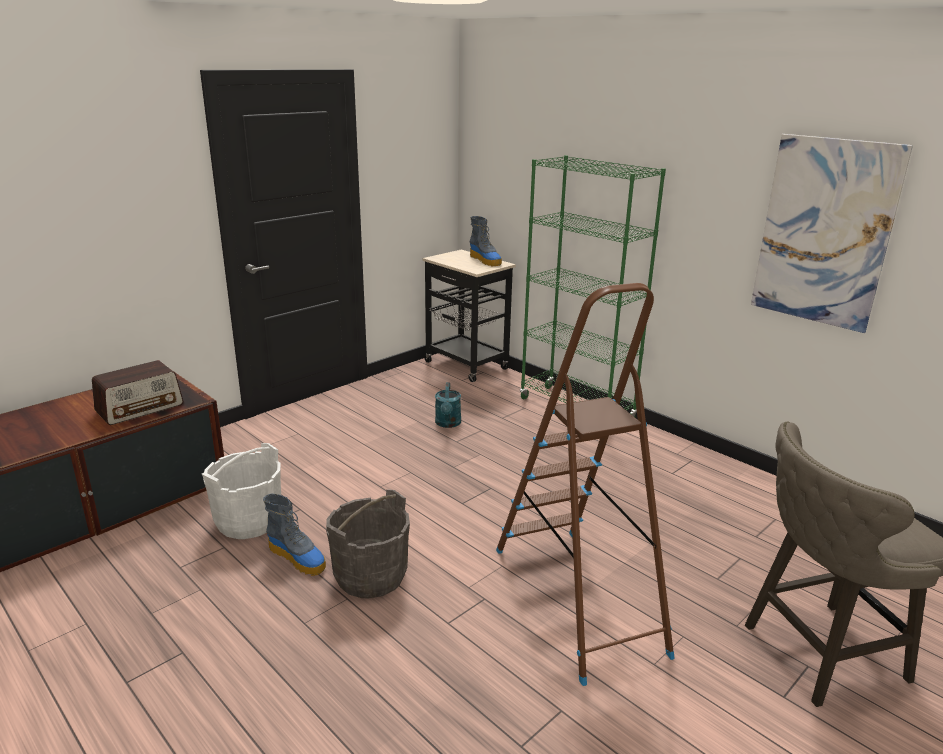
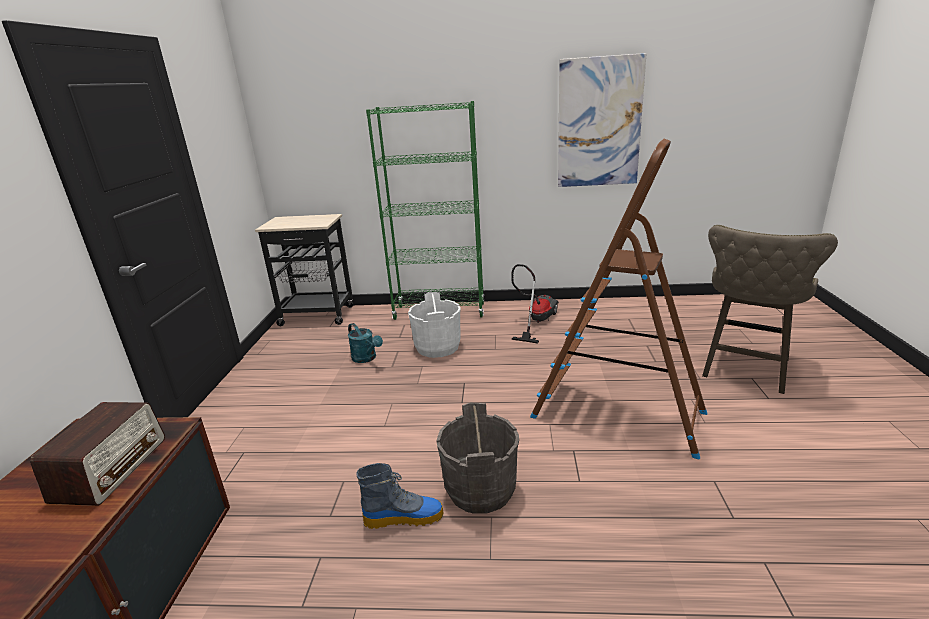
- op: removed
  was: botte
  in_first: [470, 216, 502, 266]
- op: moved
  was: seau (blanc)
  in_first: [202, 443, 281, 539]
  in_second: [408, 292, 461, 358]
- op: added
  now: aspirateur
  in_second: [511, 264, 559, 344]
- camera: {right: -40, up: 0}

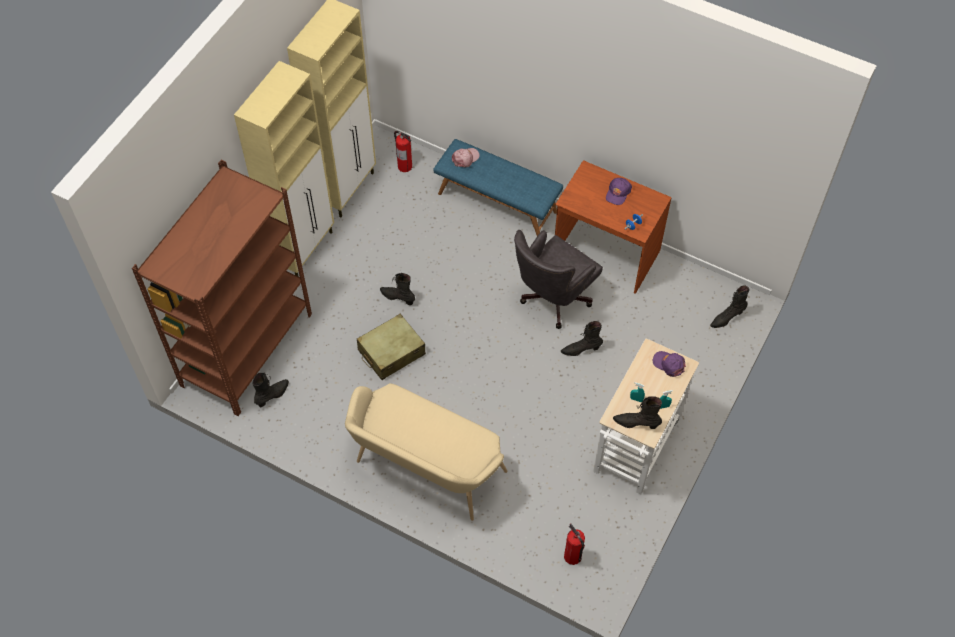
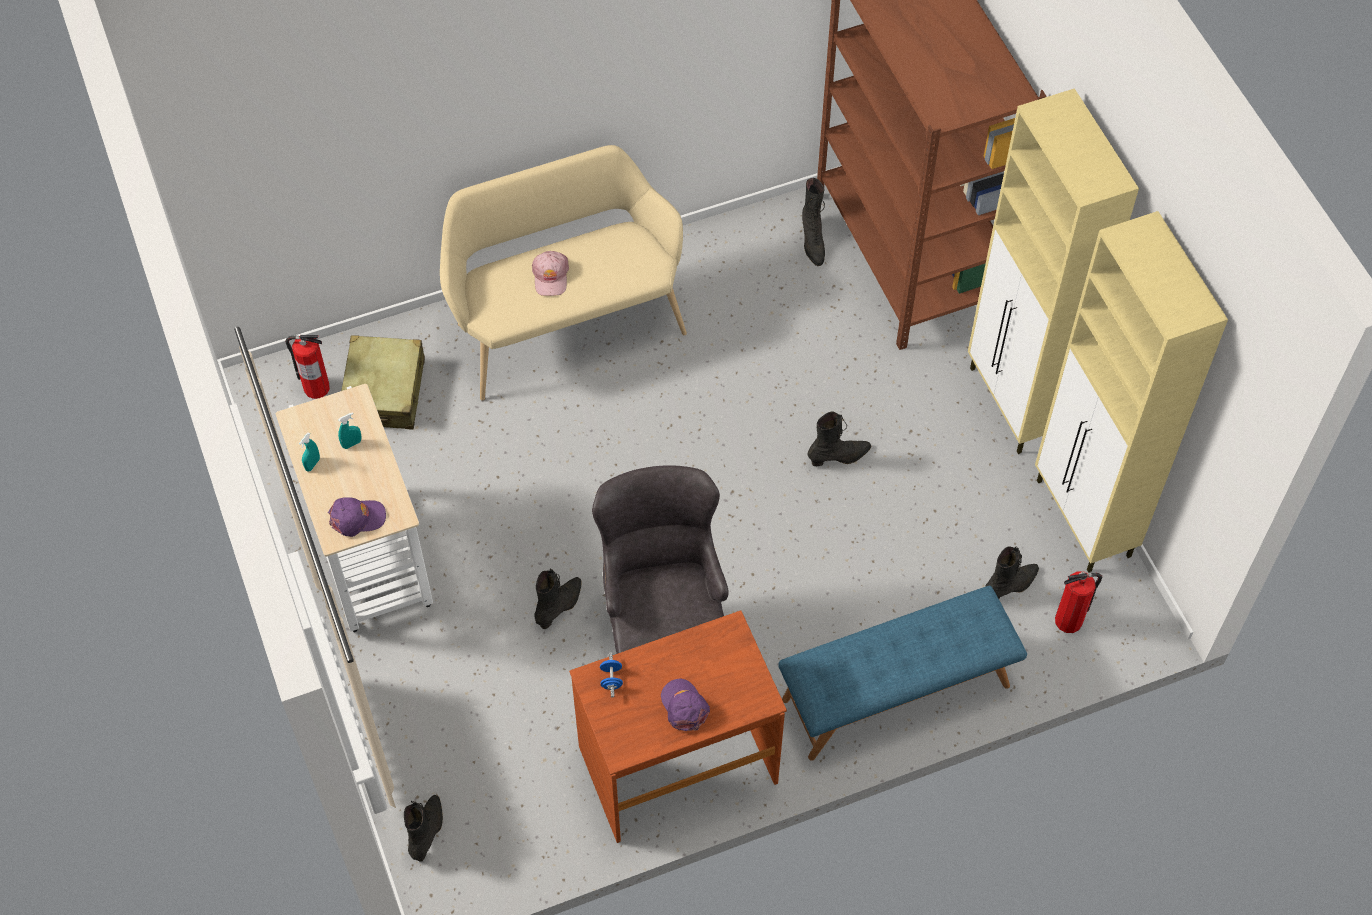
- op: moved
  was: casquette (rose)
  in_first: [452, 148, 480, 167]
  in_second: [532, 251, 569, 296]
- op: moved
  was: valise (beige)
  in_first: [357, 314, 426, 380]
  in_second: [341, 335, 425, 430]
- op: moved
  was: botte (noir)
  in_first: [613, 397, 662, 429]
  in_second: [985, 546, 1039, 599]
- camera: {right: 130, up: 0}

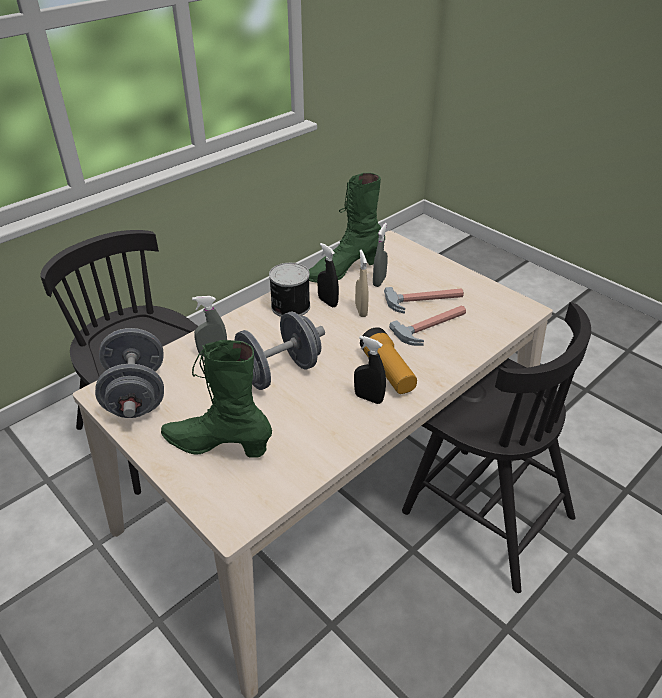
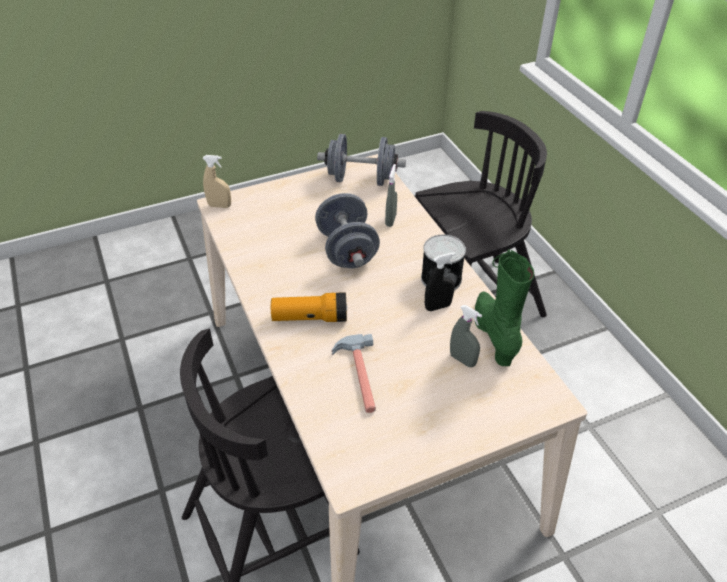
- op: moved
  was: vaporisateur (beige)
  in_first: [355, 250, 369, 317]
  in_second: [203, 155, 231, 208]
- op: removed
  was: marteau
  in_first: [384, 287, 464, 314]
- op: removed
  was: vaporisateur (noir)
  in_first: [354, 335, 386, 404]
- op: removed
  was: botte (vert)
  in_first: [161, 340, 272, 458]
- camera: {right: 110, up: 5}

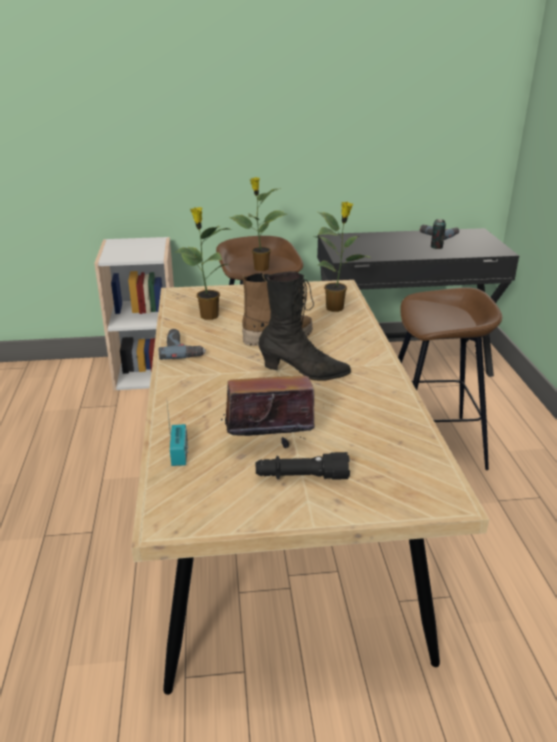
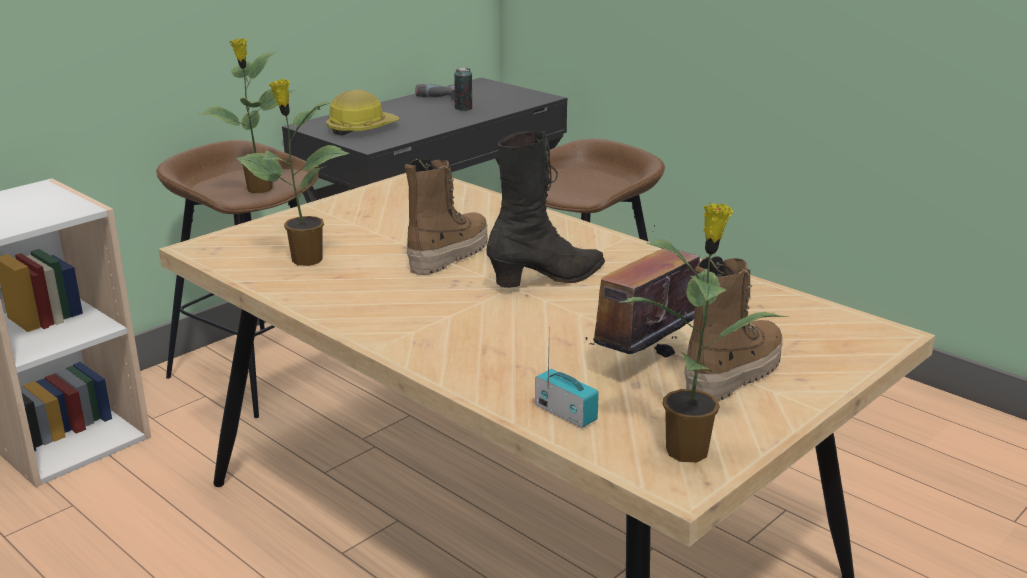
- op: moved
  was: plante en pot
  in_first: [313, 202, 370, 312]
  in_second: [618, 203, 789, 462]
- op: removed
  was: perceuse
  in_first: [159, 329, 206, 360]
- op: replaced
  was: lampe de poche (noir)
  now: botte
  in_first: [256, 452, 350, 480]
  in_second: [684, 256, 783, 401]
- op: added
  now: casque de chantier
  in_second: [327, 90, 400, 135]
- camera: {right: -40, up: -5}

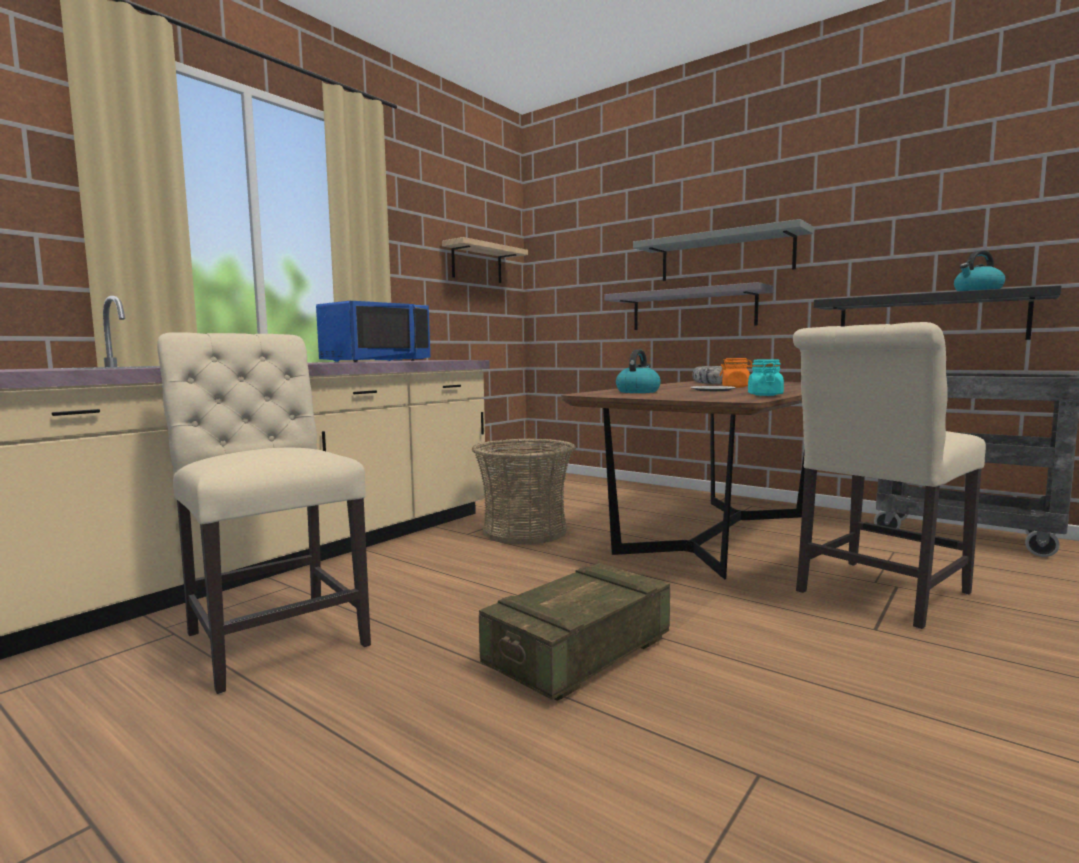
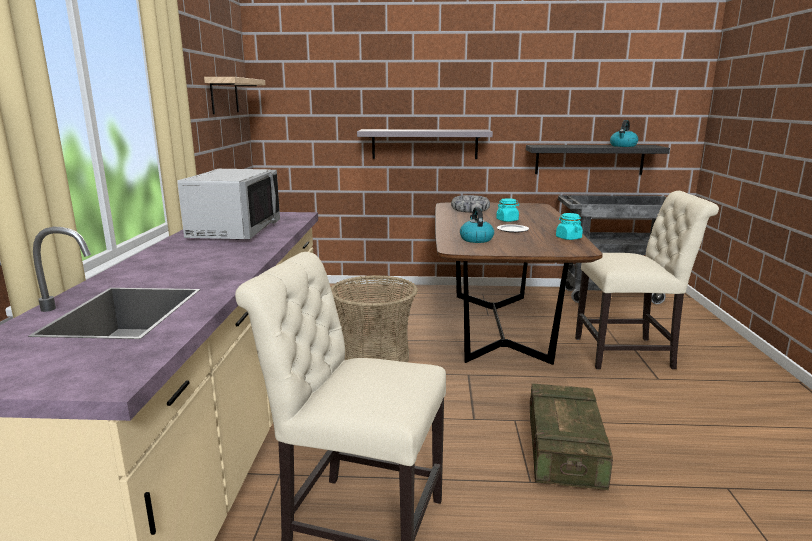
- op: removed
  was: étagère (gris)
  in_first: [633, 219, 813, 281]
- op: recoloured
  was: micro-ondes (bleu)
  now: micro-ondes (gris)
  in_first: [316, 301, 431, 362]
  in_second: [177, 169, 280, 239]
- op: turned
  was: chaise (beige)
  in_first: [793, 322, 986, 629]
  in_second: [575, 191, 719, 370]
  clockwise: -105
- op: recoloured
  was: bocal (orange)
  now: bocal (turquoise)
  in_first: [719, 358, 753, 388]
  in_second: [496, 198, 519, 222]
- camera: {right: -35, up: 10}

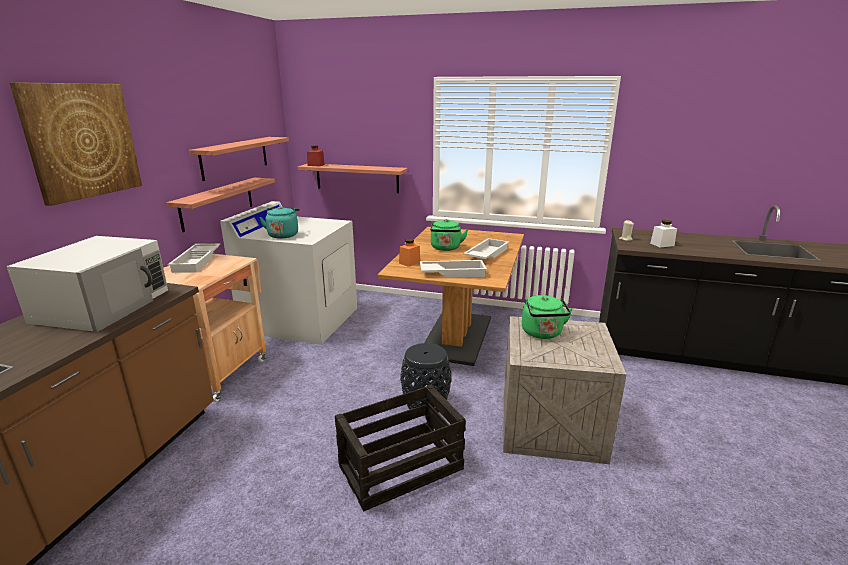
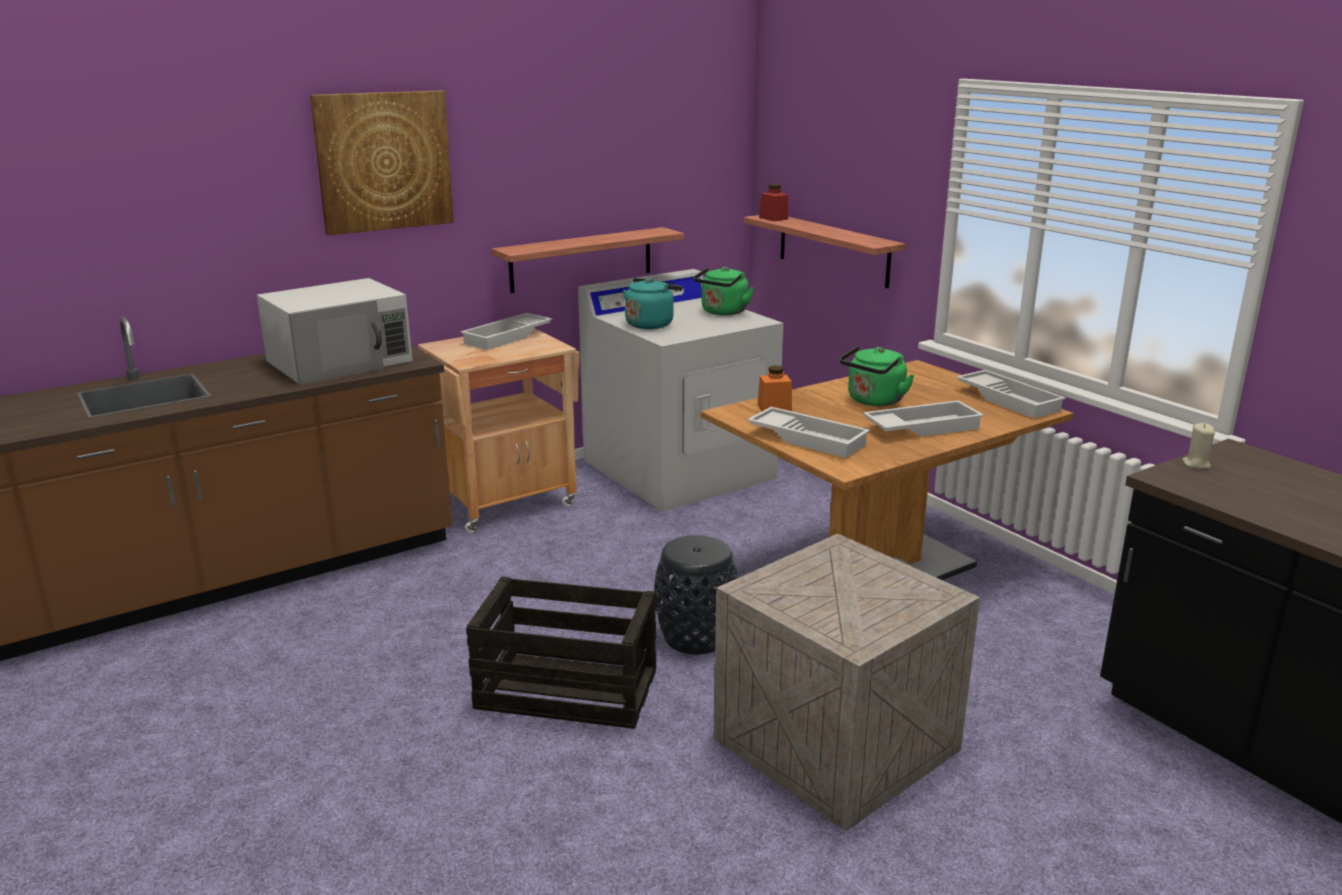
- op: removed
  was: étagère
  in_first: [189, 137, 289, 181]
- op: removed
  was: bocal (blanc)
  in_first: [650, 220, 677, 247]
- op: moved
  was: bouilloire (vert)
  in_first: [522, 295, 573, 339]
  in_second: [694, 267, 754, 315]
- op: added
  now: plateau (blanc)
  in_second: [956, 370, 1066, 418]
- camera: {right: 40, up: 0}

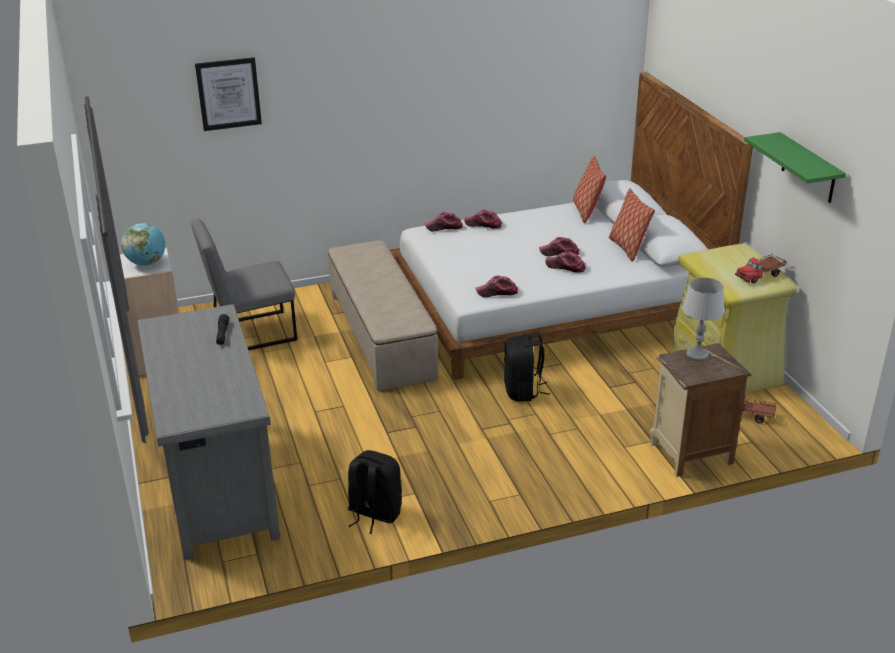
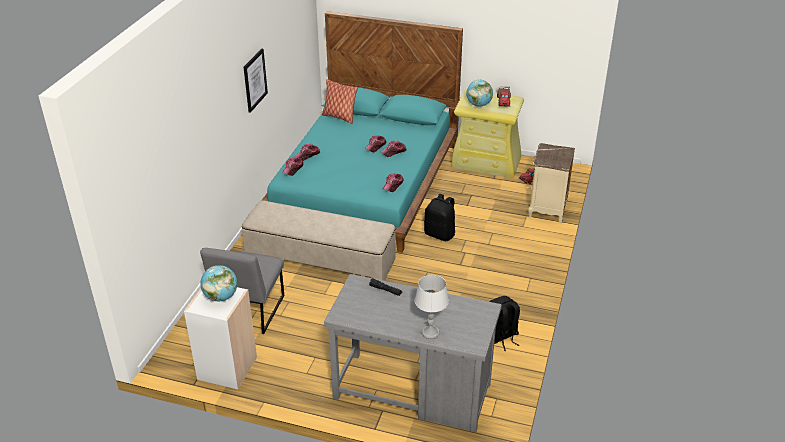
- op: moved
  was: tableau
  in_first: [195, 57, 262, 131]
  in_second: [244, 49, 268, 113]
- op: recoloured
  was: lit (blanc)
  now: lit (turquoise)
  in_first: [390, 72, 753, 380]
  in_second: [261, 11, 463, 253]
- op: removed
  was: étagère (vert)
  in_first: [744, 132, 846, 203]
- op: removed
  was: coussin
  in_first: [609, 188, 655, 262]
- op: moved
  was: lampe de table (gris)
  in_first: [682, 277, 725, 361]
  in_second: [415, 275, 449, 339]
- op: added
  now: globe
  in_second: [466, 80, 493, 107]
- camera: {right: -55, up: 5}

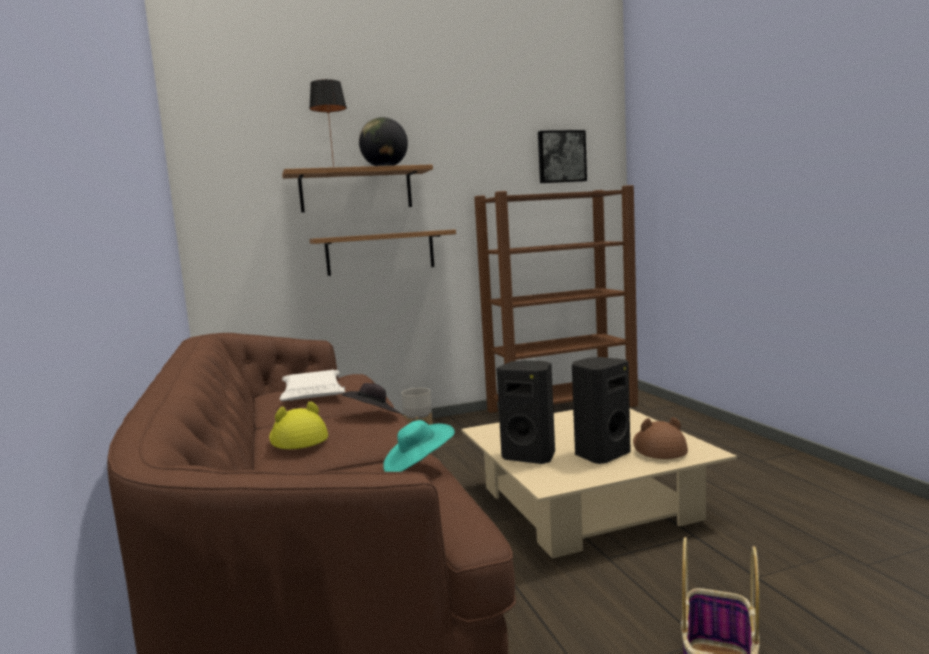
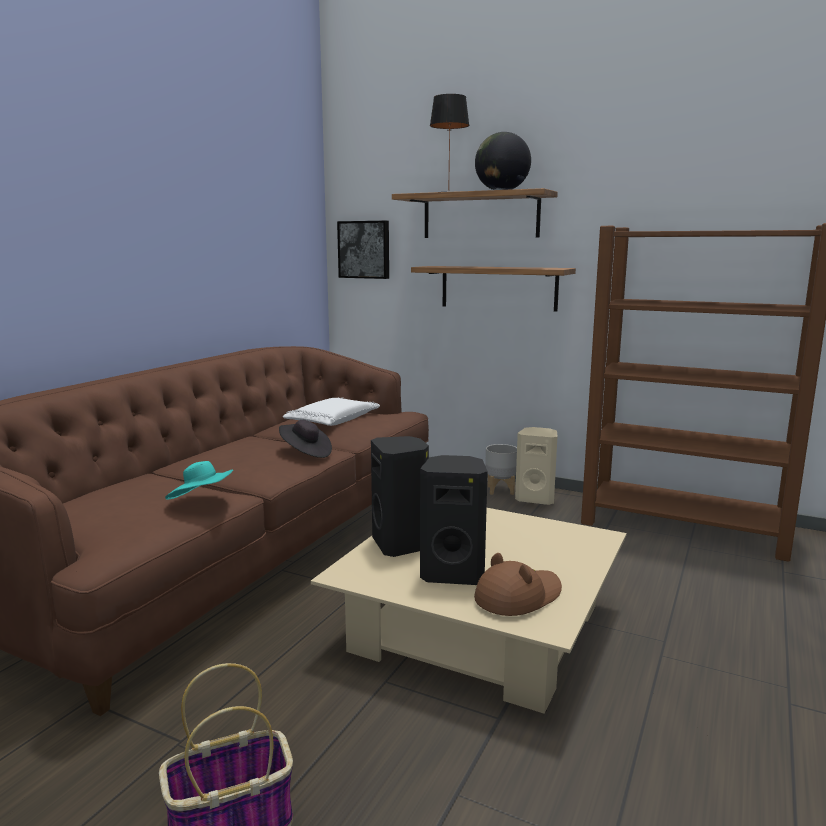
- op: moved
  was: tableau
  in_first: [538, 130, 587, 183]
  in_second: [337, 221, 389, 279]
- op: removed
  was: chapeau (jaune)
  in_first: [269, 401, 328, 449]
- op: added
  now: enceinte (beige)
  in_second: [515, 427, 558, 505]
- camera: {right: 45, up: 5}

